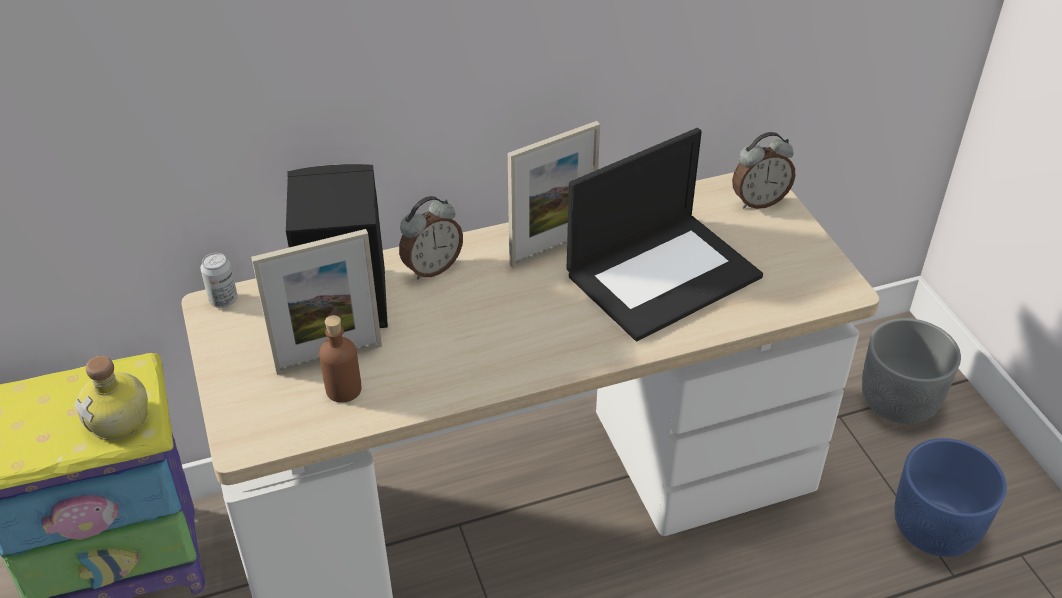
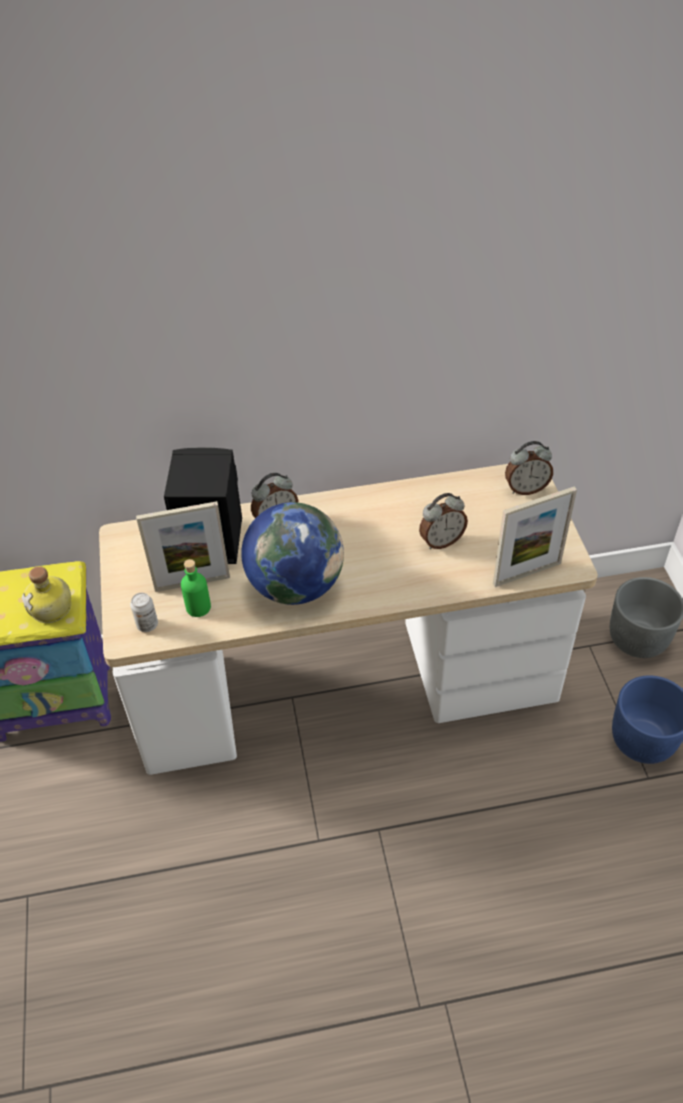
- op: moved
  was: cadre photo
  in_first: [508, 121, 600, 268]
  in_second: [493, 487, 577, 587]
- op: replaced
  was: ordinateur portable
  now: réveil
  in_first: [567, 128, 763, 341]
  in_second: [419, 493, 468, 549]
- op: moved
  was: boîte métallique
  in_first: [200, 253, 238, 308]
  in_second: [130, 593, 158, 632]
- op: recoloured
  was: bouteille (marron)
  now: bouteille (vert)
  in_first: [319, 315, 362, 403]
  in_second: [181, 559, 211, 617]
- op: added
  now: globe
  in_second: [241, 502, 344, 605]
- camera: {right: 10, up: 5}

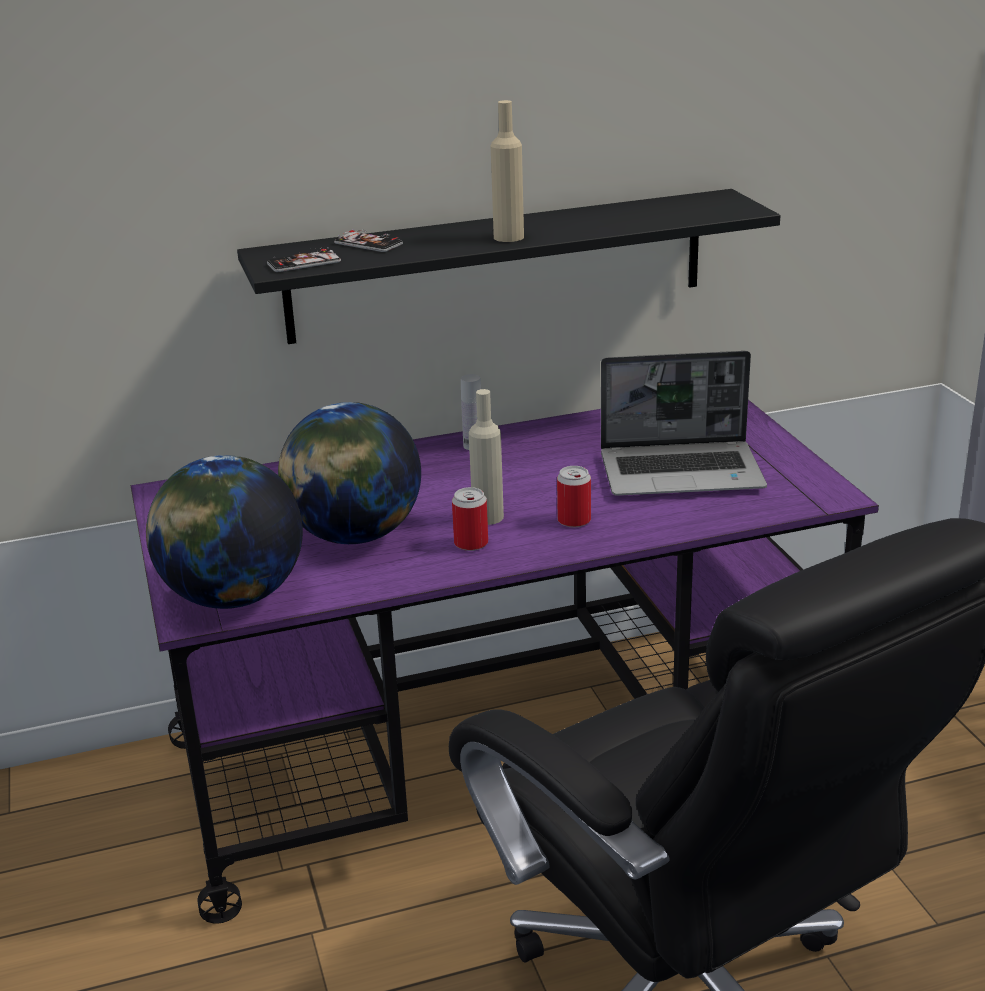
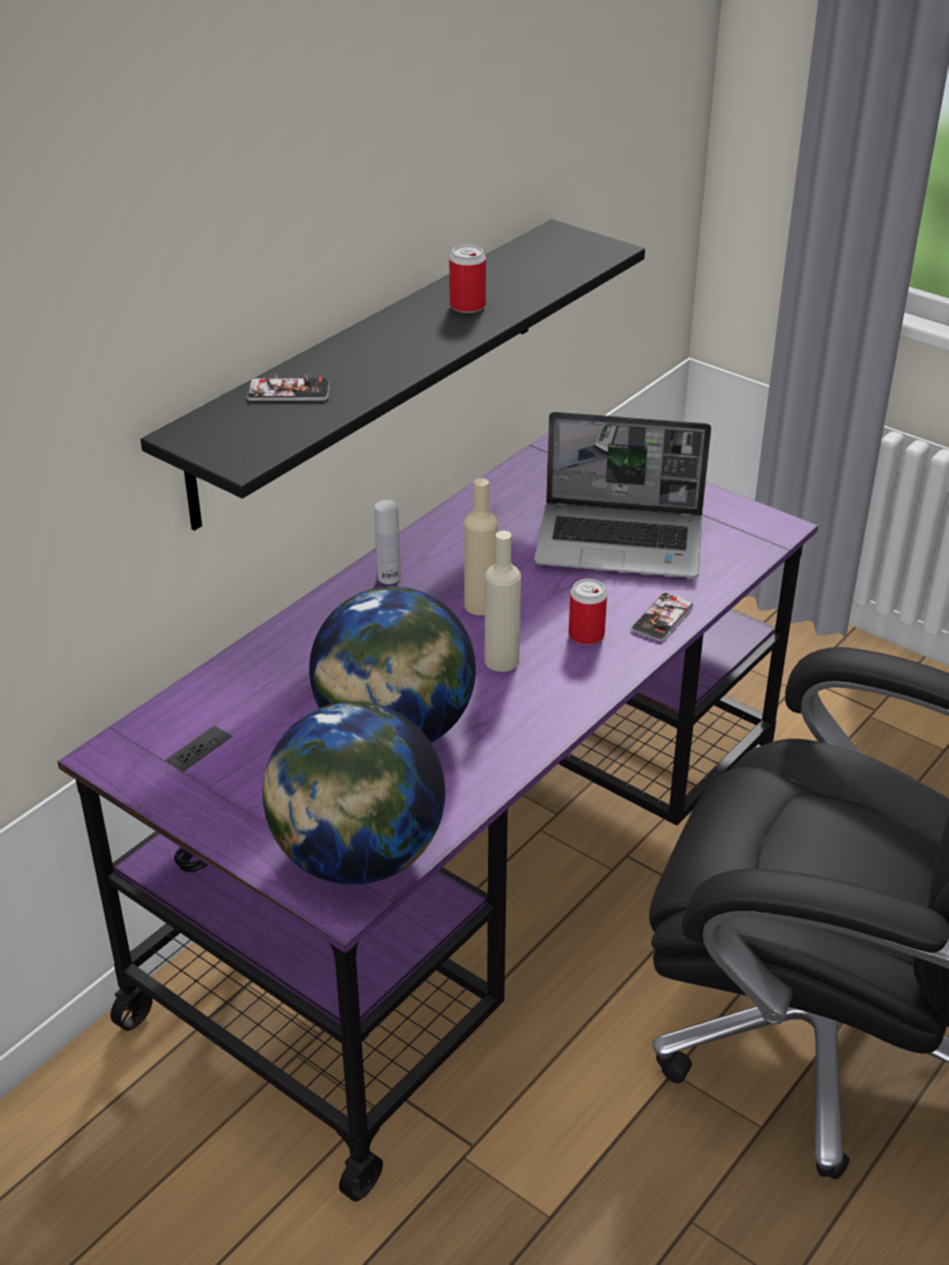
- op: moved
  was: bouteille (beige)
  in_first: [491, 100, 524, 242]
  in_second: [464, 478, 498, 615]
- op: moved
  was: téléphone
  in_first: [267, 247, 341, 272]
  in_second: [631, 592, 694, 641]
- op: turned
  was: ordinateur portable
  in_first: [601, 351, 767, 496]
  in_second: [534, 412, 711, 578]
  clockwise: 45
- op: moved
  was: boîte métallique
  in_first: [452, 487, 488, 551]
  in_second: [449, 244, 486, 313]
- camera: {right: -35, up: 10}

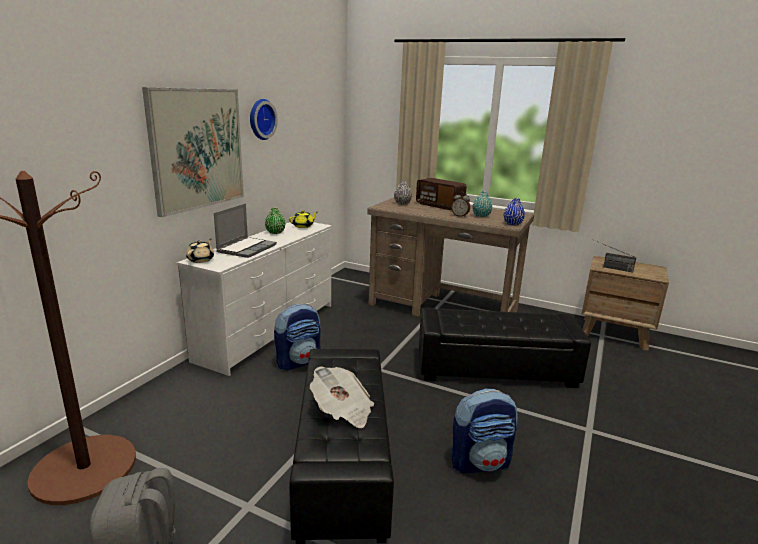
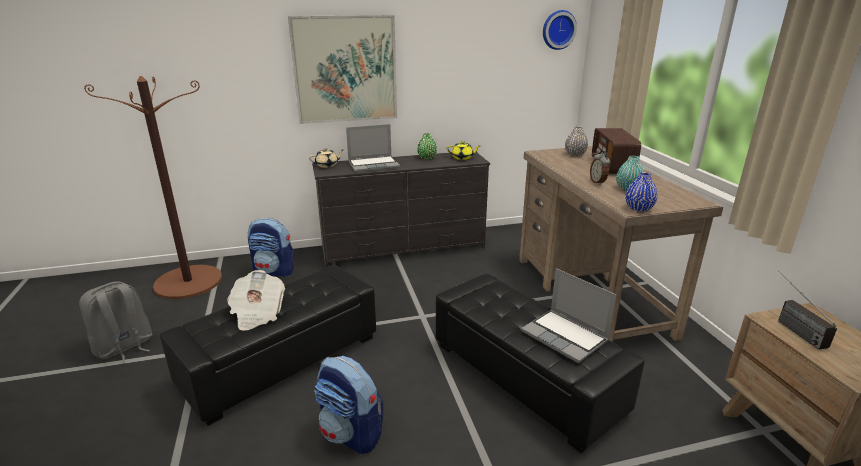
- op: moved
  was: horloge murale
  in_first: [250, 99, 278, 140]
  in_second: [543, 10, 577, 50]
- op: recoloured
  was: commode (blanc)
  now: commode (noir)
  in_first: [177, 222, 332, 376]
  in_second: [312, 152, 490, 267]
- op: moved
  was: sac à dos
  in_first: [274, 304, 321, 370]
  in_second: [248, 218, 294, 277]
- op: added
  now: ordinateur portable
  in_second: [521, 268, 617, 363]
- camera: {right: 50, up: 5}

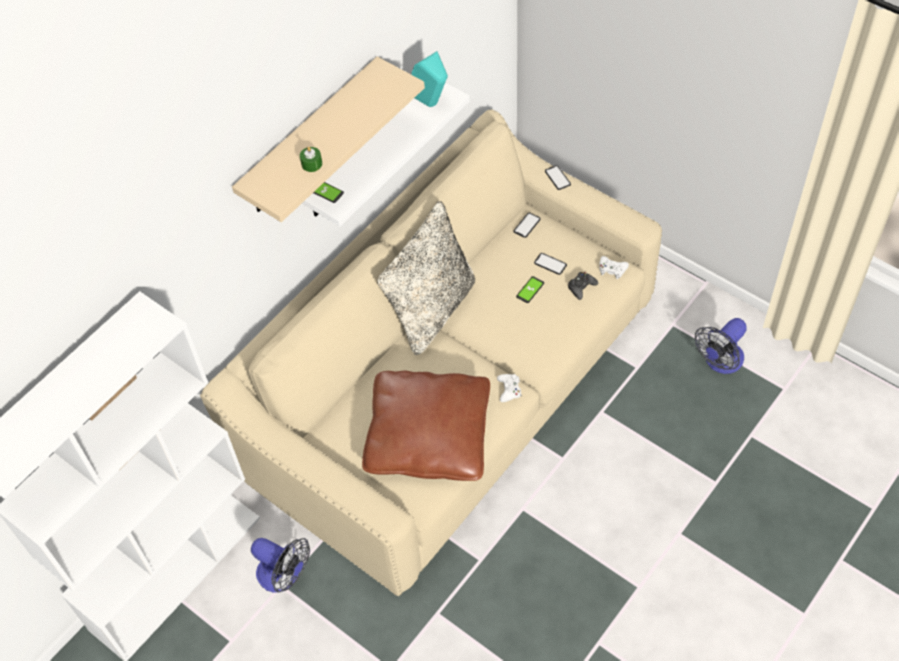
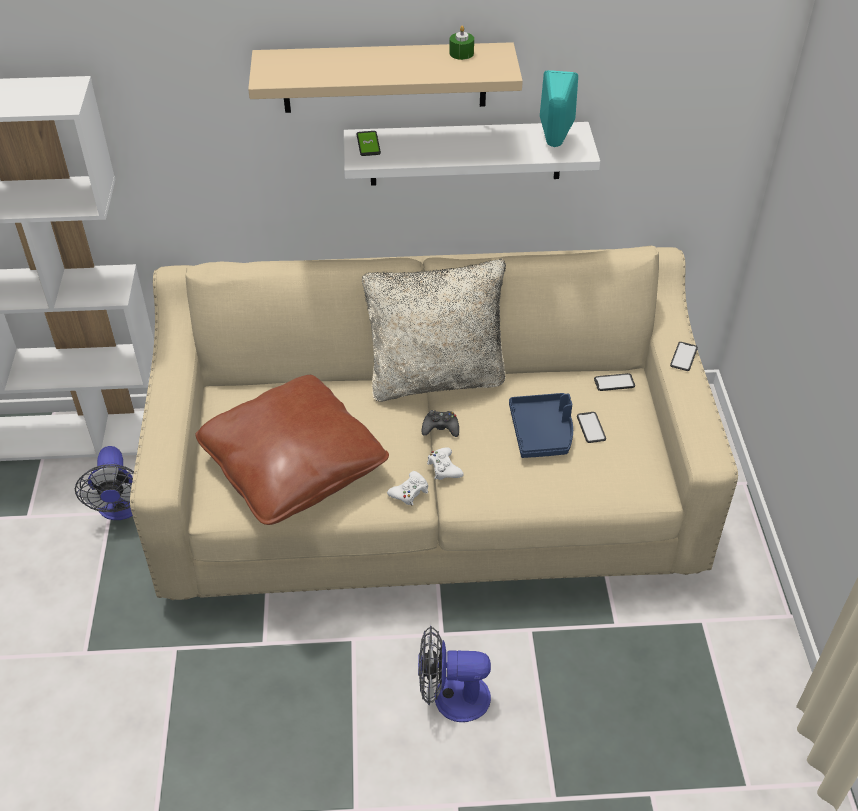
- op: moved
  was: bougie (vert)
  in_first: [300, 147, 322, 172]
  in_second: [449, 26, 474, 60]
- op: moved
  was: manette (blanc)
  in_first: [599, 256, 629, 279]
  in_second: [427, 447, 464, 480]
- op: moved
  was: manette (noir)
  in_first: [568, 272, 598, 300]
  in_second: [422, 410, 459, 437]
- op: replaced
  was: téléphone
  now: plateau (bleu)
  in_first: [516, 276, 544, 303]
  in_second: [509, 393, 573, 458]
- op: moved
  was: ventilateur
  in_first: [695, 318, 747, 374]
  in_second: [418, 626, 491, 722]
- camera: {right: 45, up: -10}

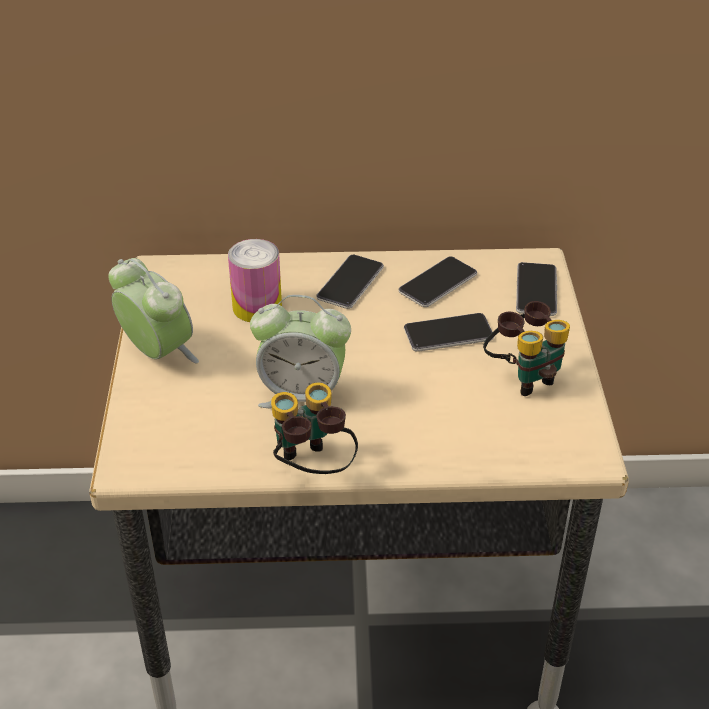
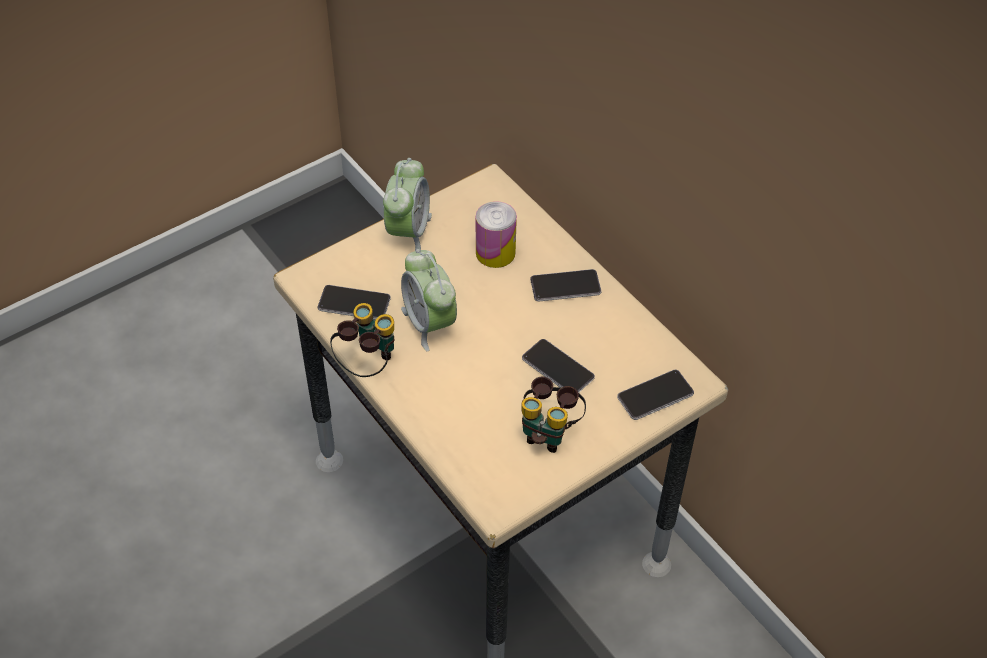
- op: moved
  was: téléphone
  in_first: [399, 257, 477, 307]
  in_second: [318, 285, 391, 320]
- camera: {right: 55, up: 10}

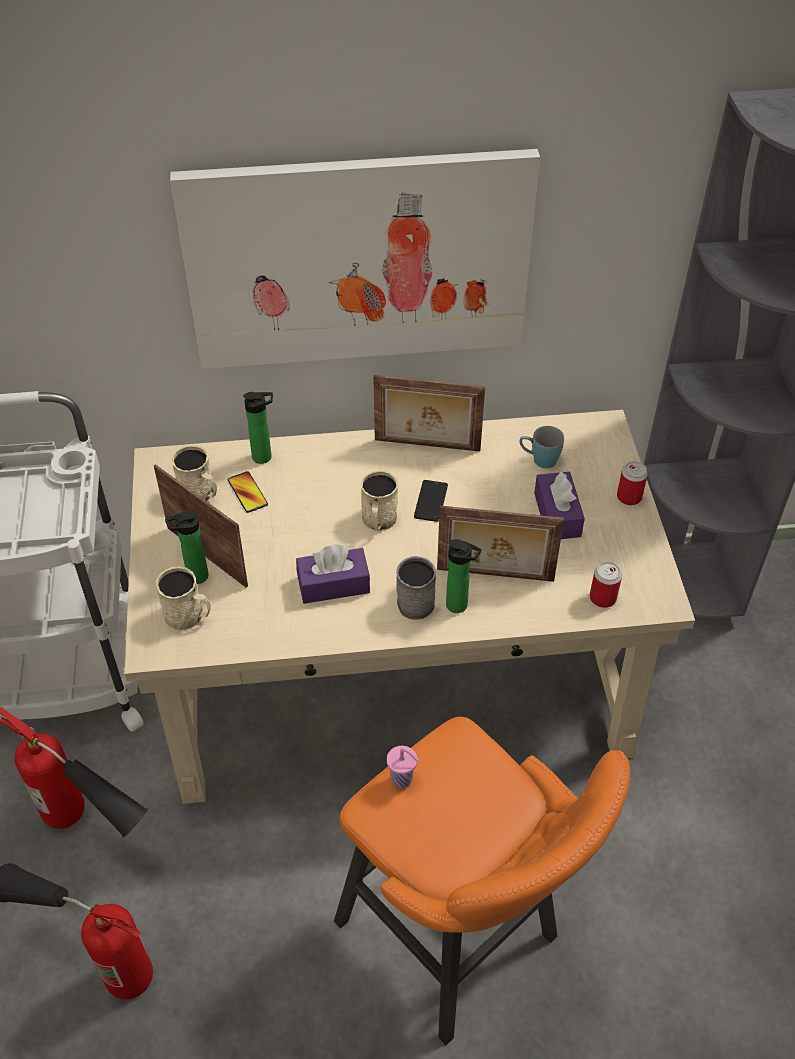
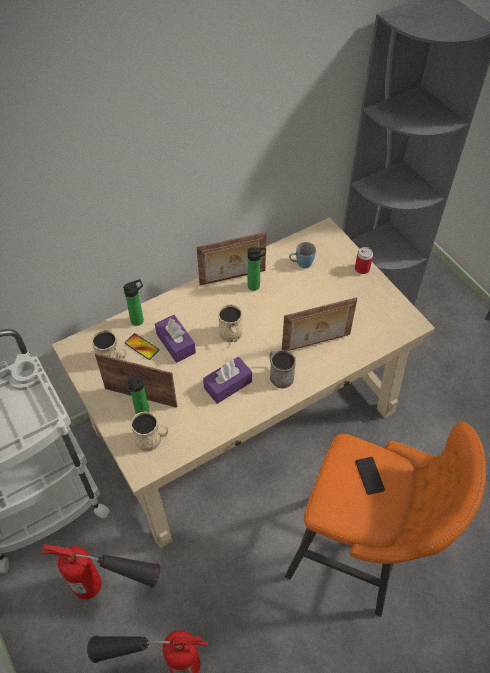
- op: removed
  was: tableau
  in_first: [170, 149, 540, 369]
- op: moved
  was: boîte à mouchoirs (violet)
  in_first: [534, 470, 585, 539]
  in_second: [155, 315, 196, 363]
- op: moved
  was: téléphone
  in_first: [414, 480, 448, 522]
  in_second: [355, 457, 385, 495]
- op: moved
  was: bouteille
  in_first: [446, 539, 481, 613]
  in_second: [247, 247, 266, 291]
- op: removed
  was: boîte métallique
  in_first: [590, 561, 622, 608]
- op: removed
  was: tasse (rose)
  in_first: [387, 746, 419, 788]
- camera: {right: -25, up: 5}

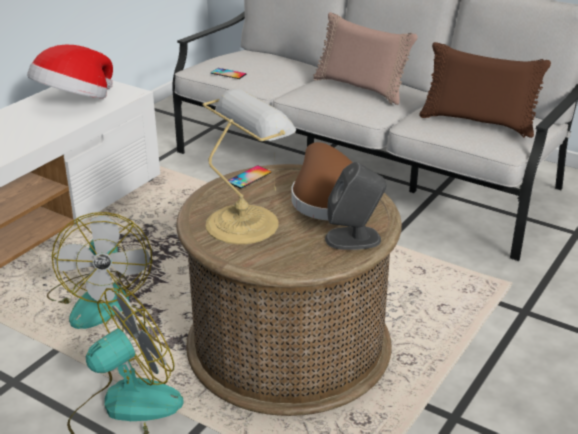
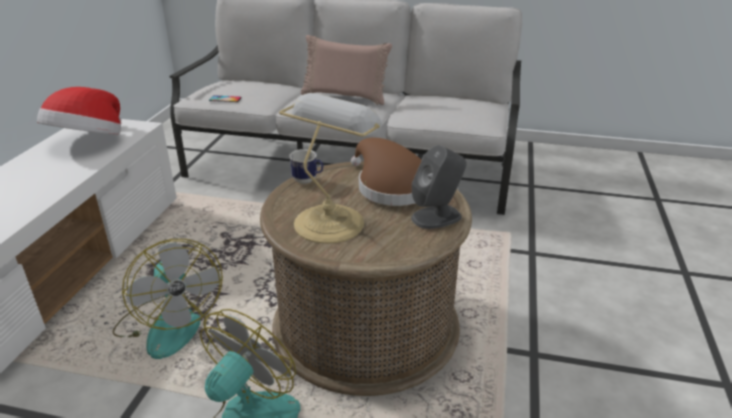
- op: removed
  was: coussin (marron)
  in_first: [419, 42, 551, 138]
- op: replaced
  was: téléphone
  now: mug
  in_first: [228, 166, 272, 189]
  in_second: [289, 149, 323, 184]
- camera: {right: -20, up: 0}

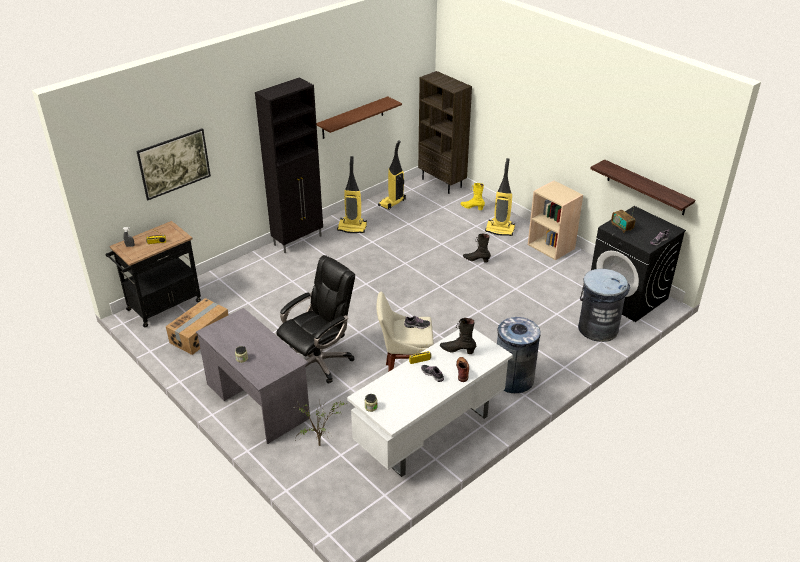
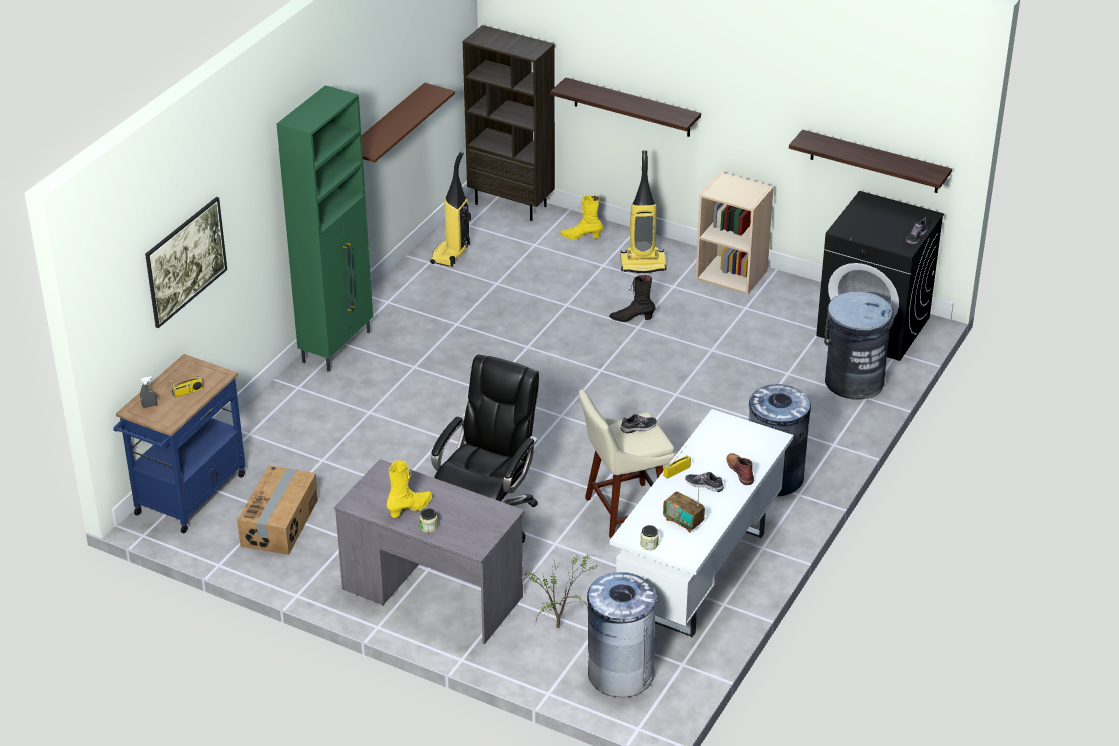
- op: recoloured
  was: meuble de rangement (noir)
  now: meuble de rangement (vert)
  in_first: [255, 78, 323, 253]
  in_second: [277, 85, 373, 372]
- op: removed
  was: aspirateur
  in_first: [337, 156, 367, 233]
- op: moved
  was: radio
  in_first: [611, 207, 635, 233]
  in_second: [663, 489, 705, 533]
- op: recoloured
  was: chariot (noir)
  now: chariot (bleu)
  in_first: [105, 221, 201, 328]
  in_second: [113, 354, 246, 533]
- op: removed
  was: botte (noir)
  in_first: [440, 318, 476, 354]
- op: added
  now: étagère
  in_second: [550, 77, 701, 137]
- op: added
  now: botte (jaune)
  in_second: [387, 460, 432, 518]
- op: added
  now: poubelle (gris)
  in_second: [587, 572, 657, 697]
- camera: {right: -20, up: 0}

